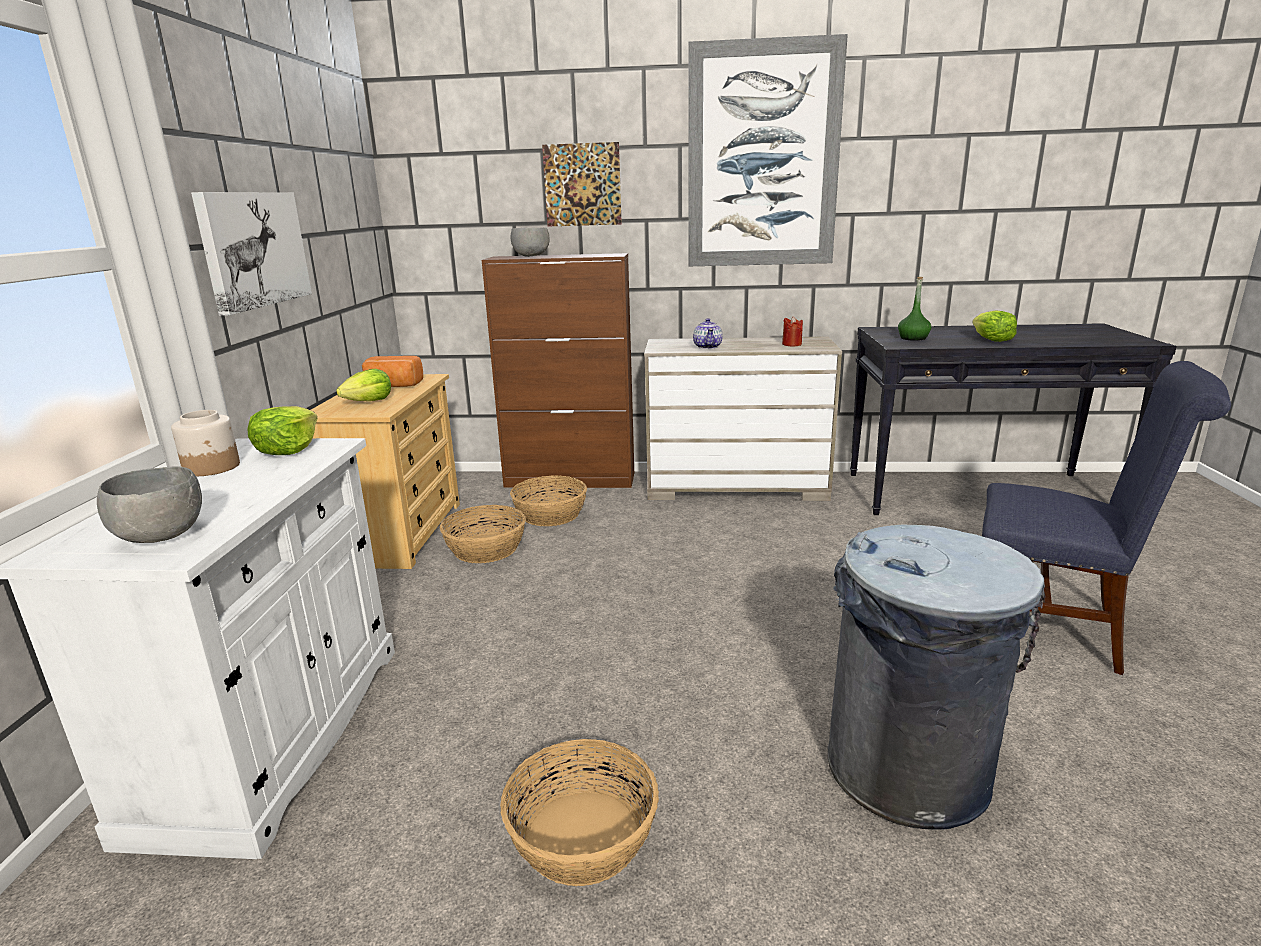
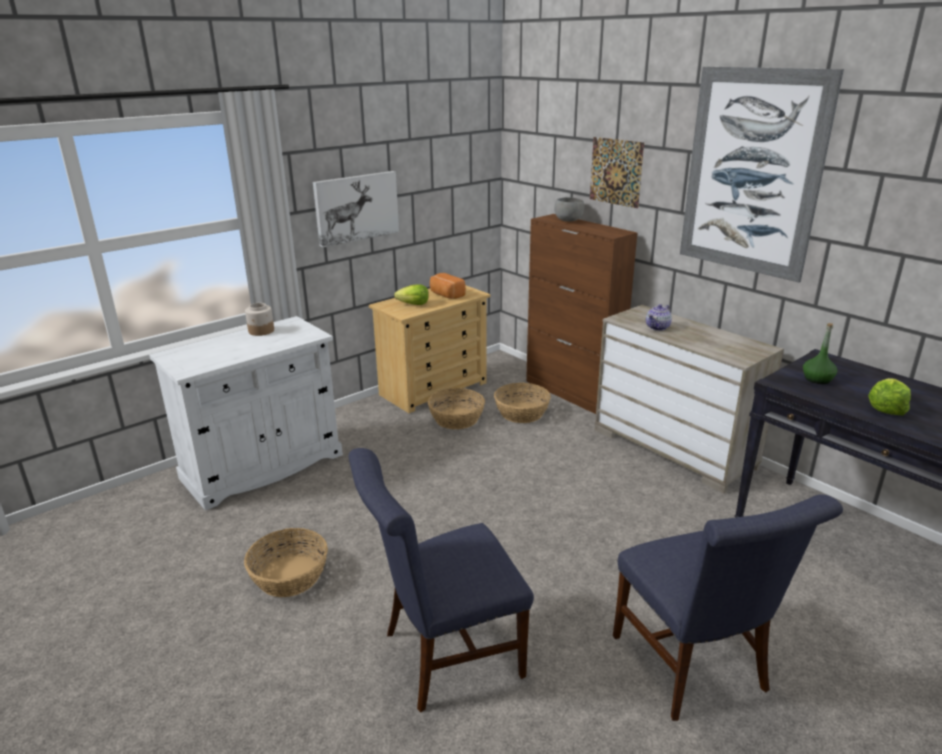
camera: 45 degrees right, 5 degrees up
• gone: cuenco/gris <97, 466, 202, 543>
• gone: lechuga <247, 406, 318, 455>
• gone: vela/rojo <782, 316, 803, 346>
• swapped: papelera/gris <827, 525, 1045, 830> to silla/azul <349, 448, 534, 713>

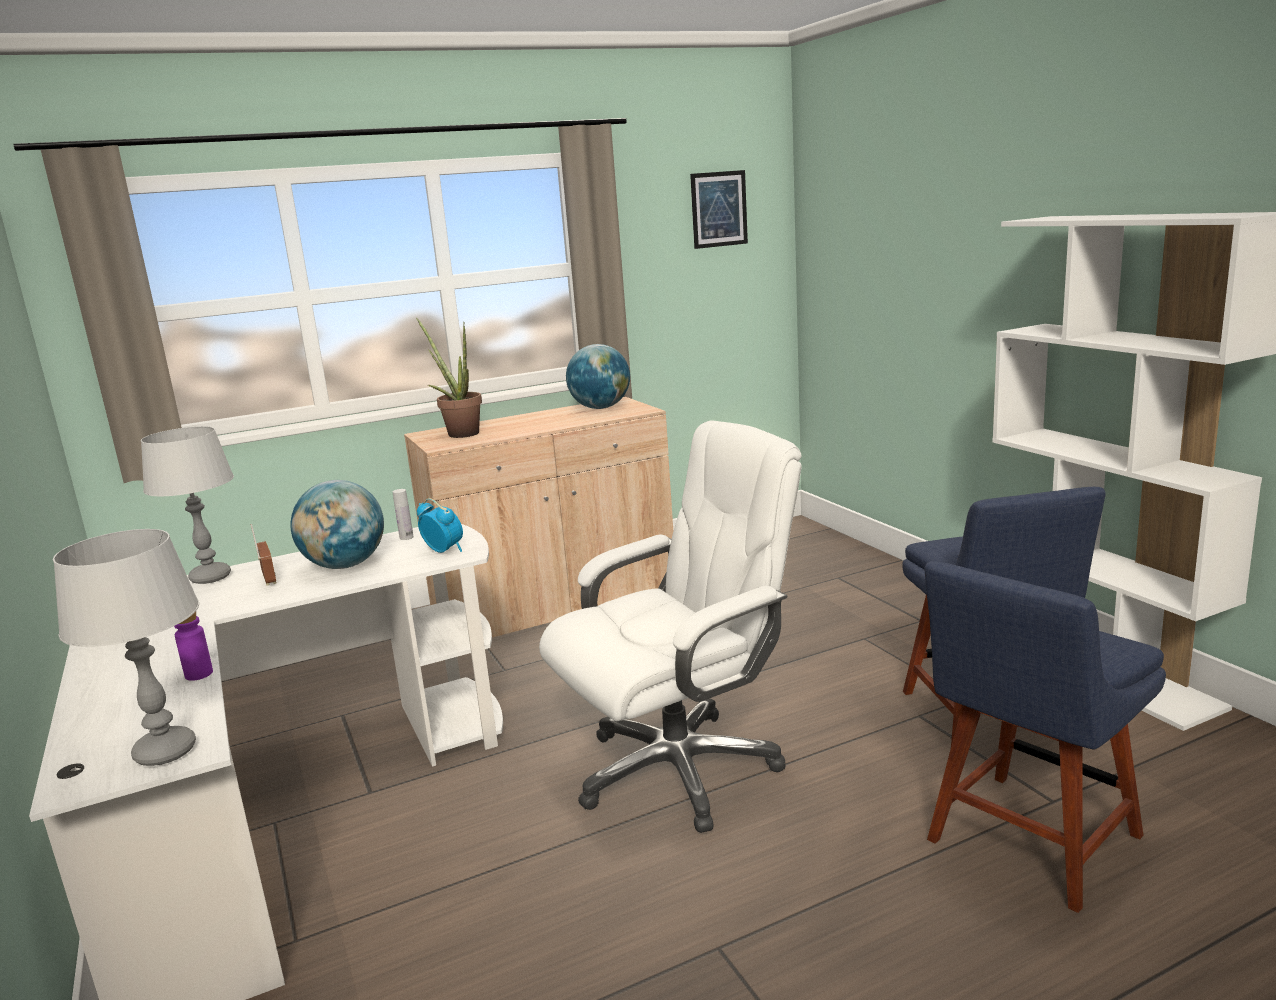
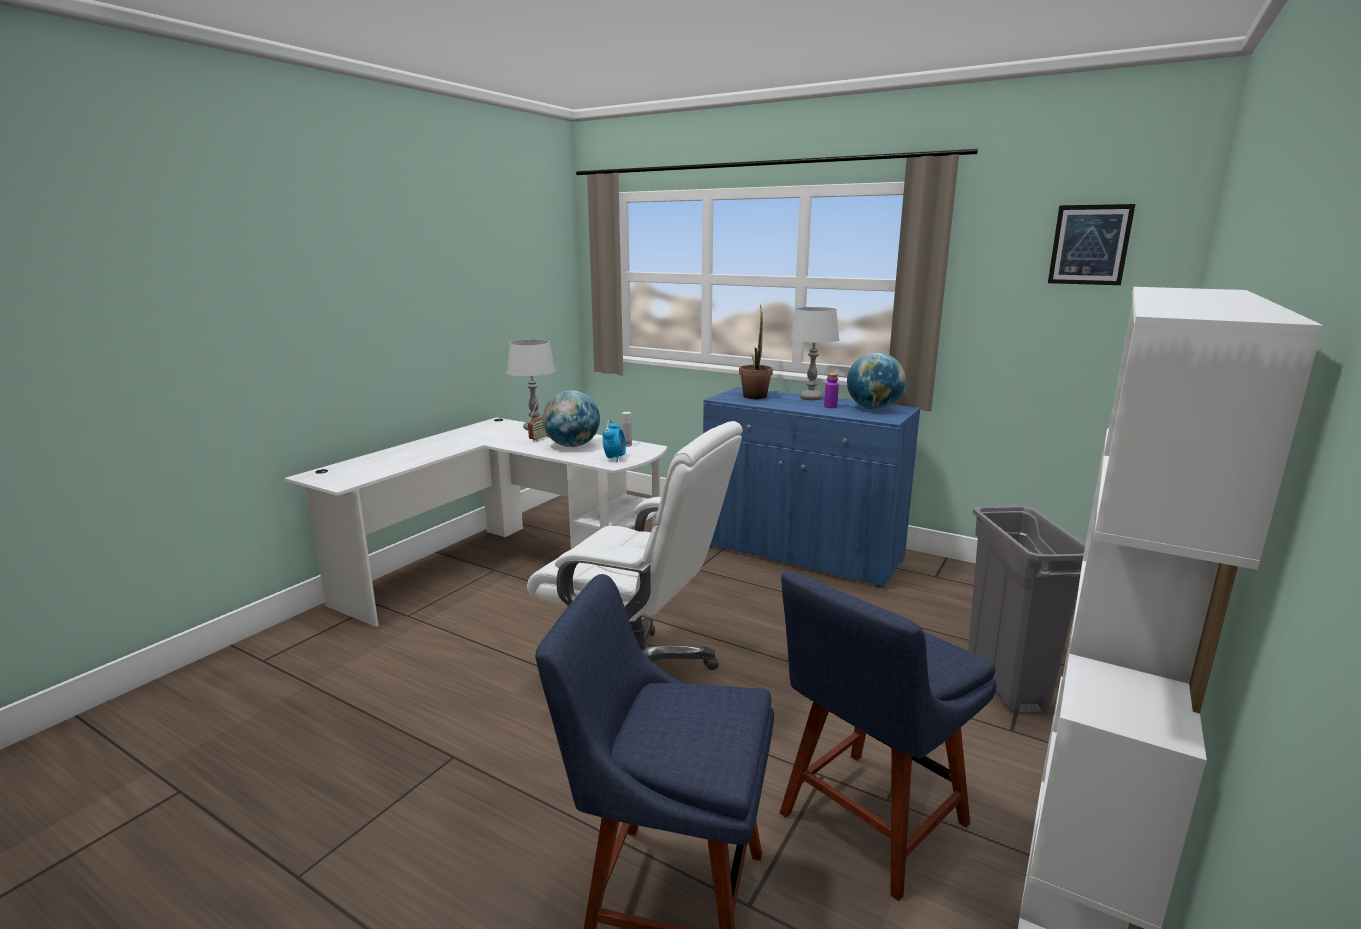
camera: 55 degrees right, 0 degrees up
• shifted: lámpara de mesa/gris <53, 529, 199, 766> to <790, 307, 840, 400>
• shifted: botella/morado <174, 612, 213, 681> to <824, 373, 839, 408>
• repainted: armario/beis <404, 397, 673, 637> to armario/azul <703, 387, 920, 588>
• new: papelera/gris <968, 506, 1086, 713>

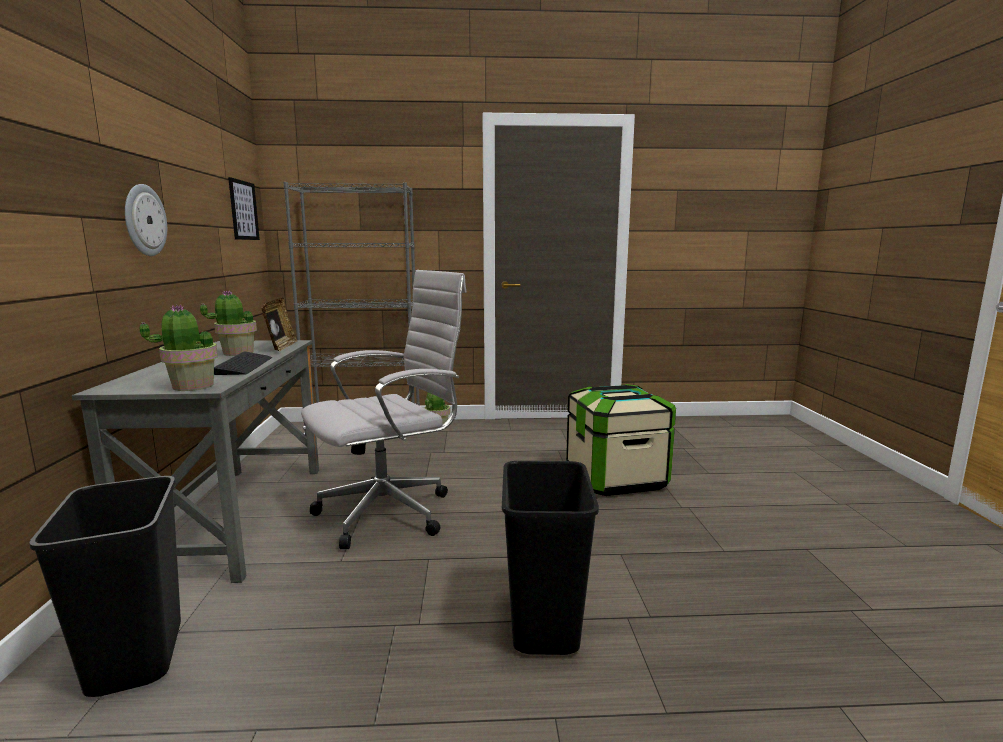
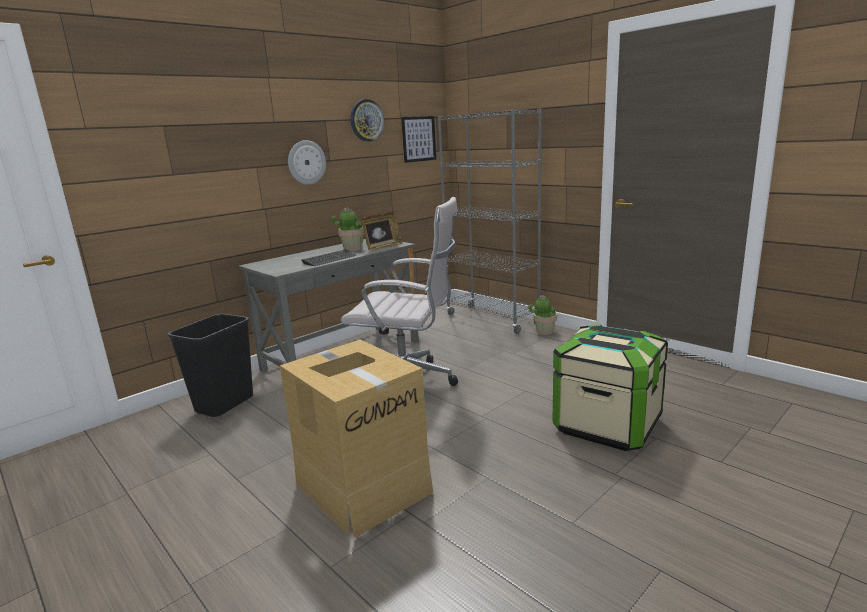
camera: 50 degrees right, 5 degrees up
• gone: planta en maceta <139, 305, 218, 391>
• swapped: papelera/negro <502, 461, 599, 655> to caja de cartón <280, 340, 433, 538>
• new: reloj de pared <350, 99, 384, 142>

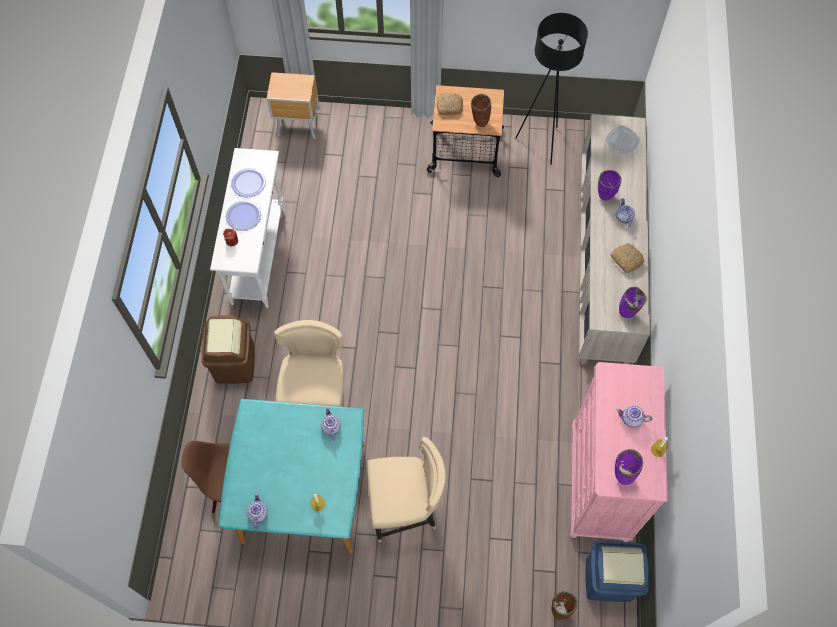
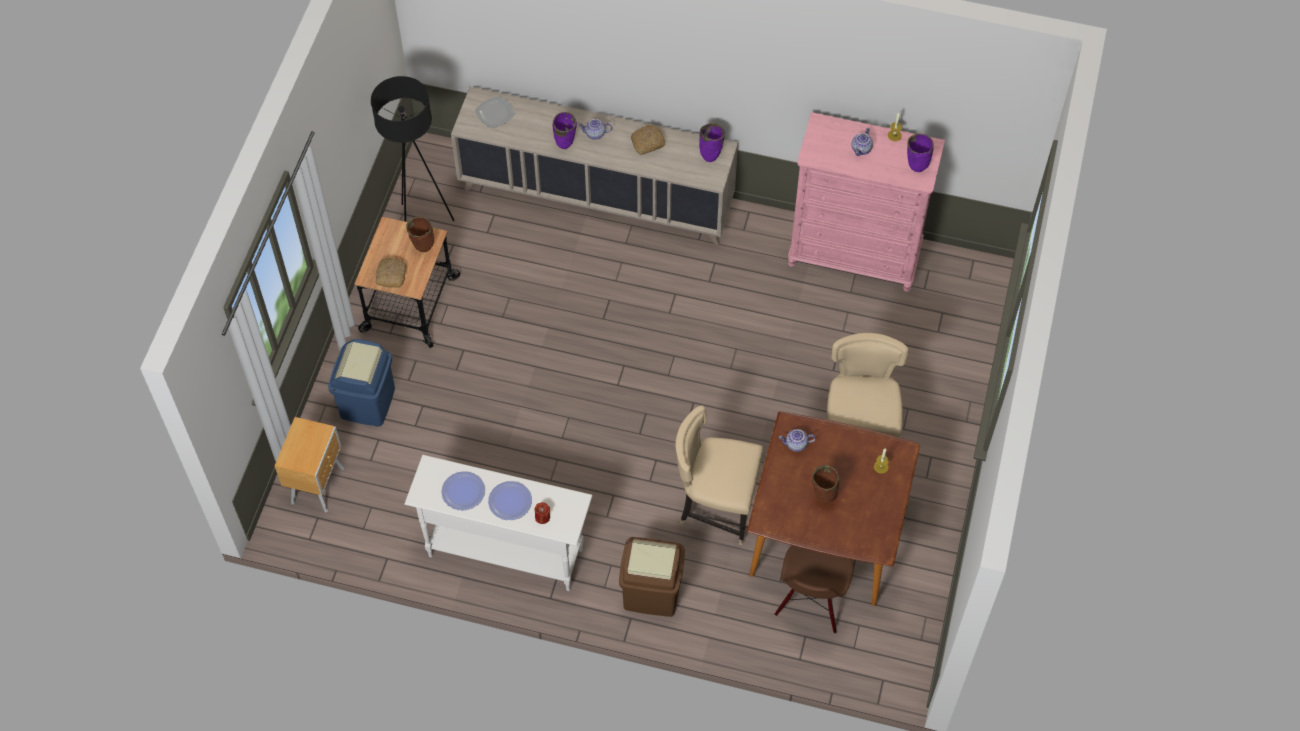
camera: 80 degrees left, 5 degrees down
• repainted: mesa de comedor/turquesa <218, 399, 365, 554> to mesa de comedor/marrón <747, 411, 920, 606>
• gone: tetera <246, 493, 268, 529>
• shifted: florero/marrón <551, 591, 578, 620> to <813, 465, 839, 503>
• shifted: papelera/azul <585, 541, 649, 602> to <328, 339, 395, 427>

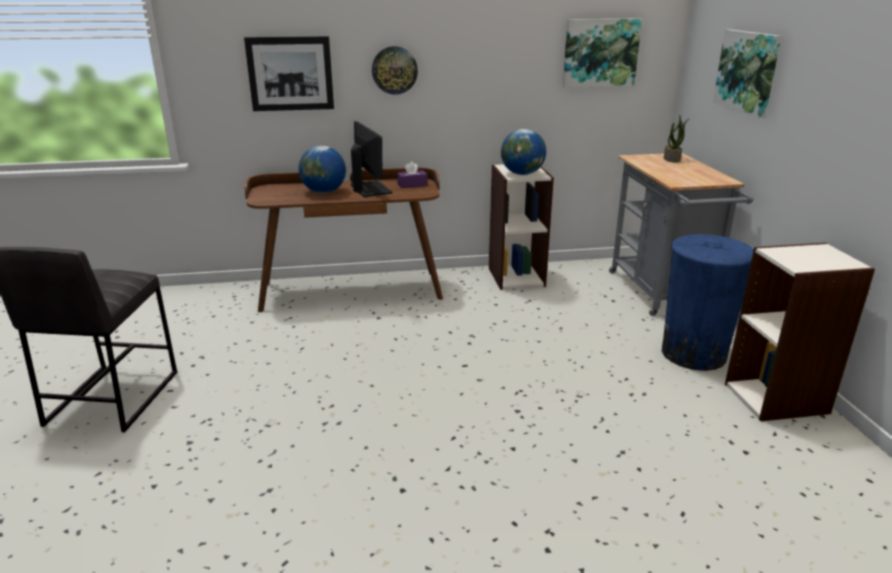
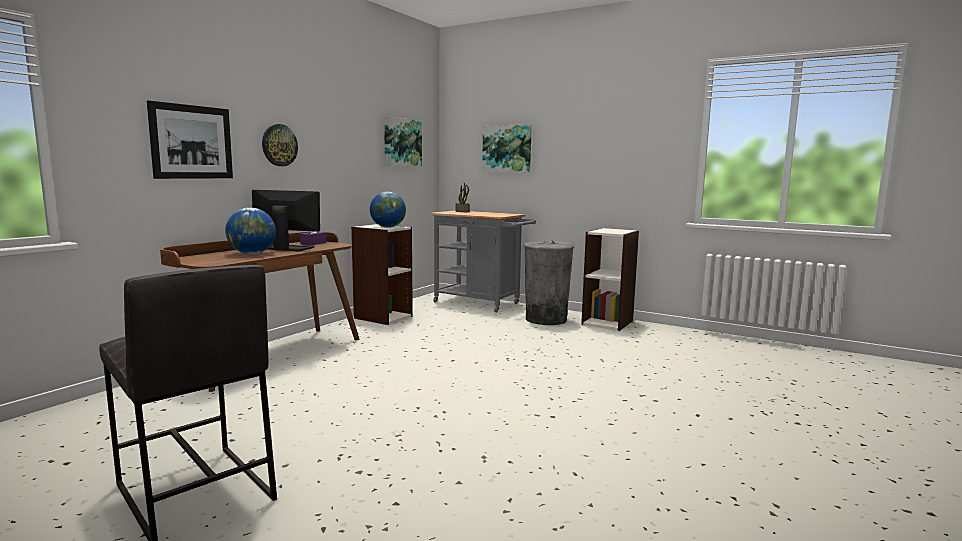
camera: 50 degrees left, 15 degrees down
• repainted: papelera/azul <662, 234, 754, 371> to papelera/gris <524, 241, 574, 325>

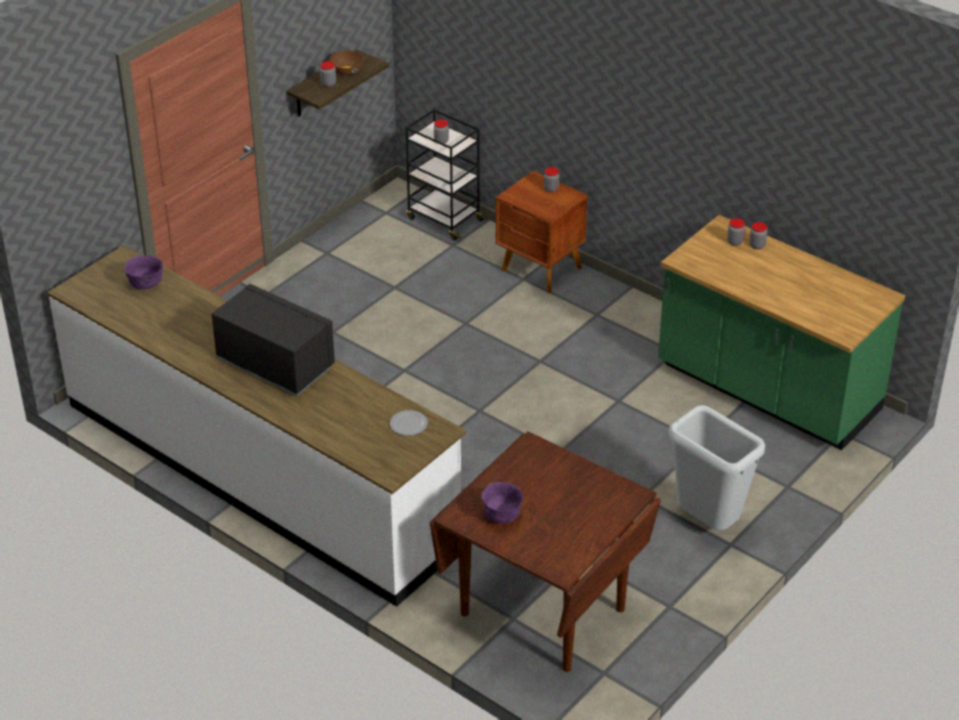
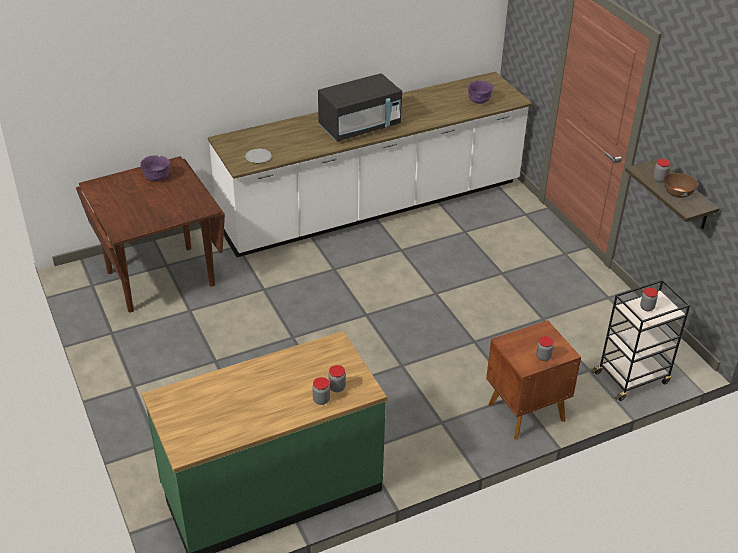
camera: 115 degrees right, 0 degrees up
• gone: papelera/gris <669, 405, 765, 530>

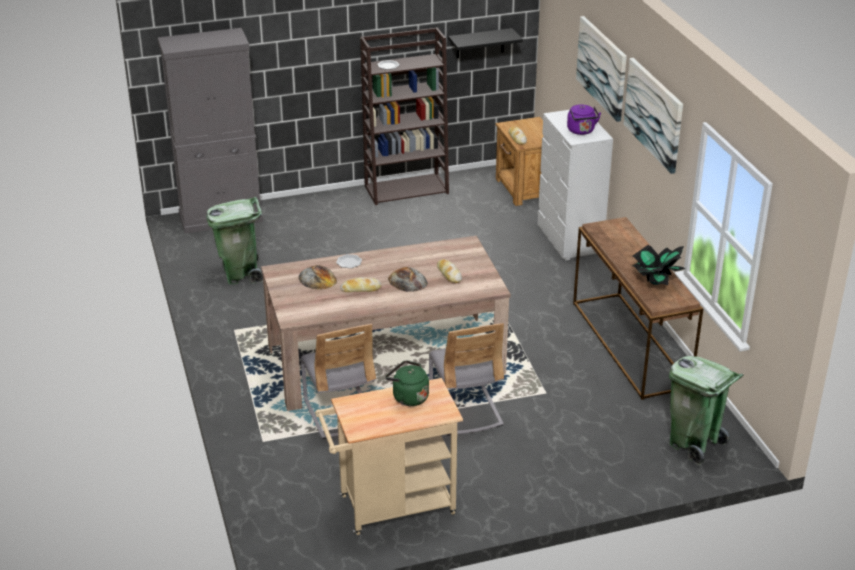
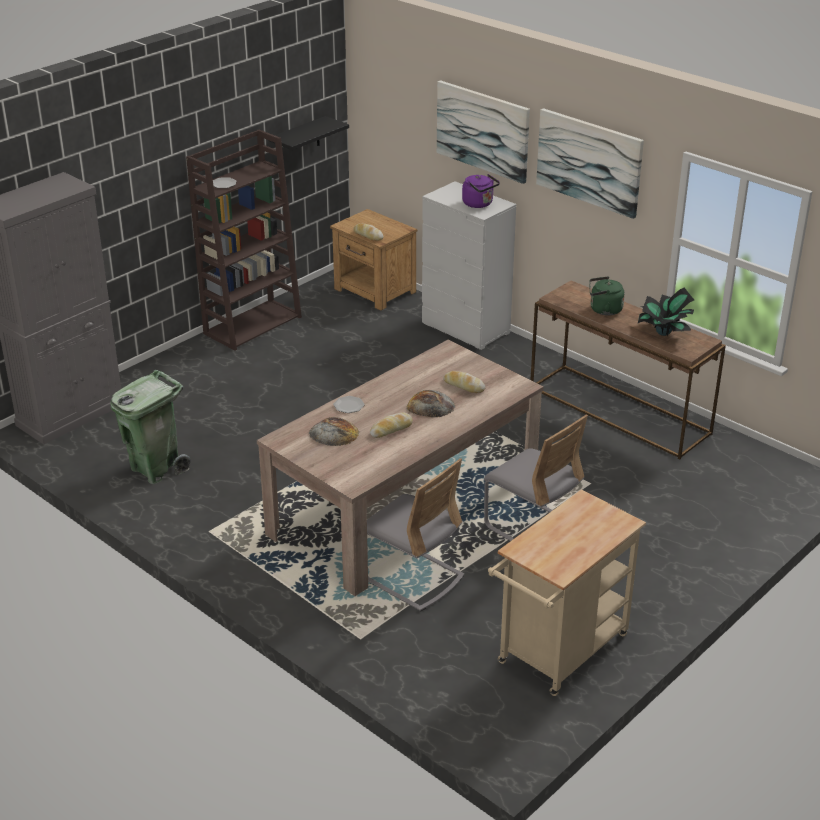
camera: 30 degrees left, 0 degrees up
• shifted: hervidor/verde <386, 360, 429, 406> to <589, 276, 625, 316>
• gone: papelera/verde <669, 356, 744, 465>

